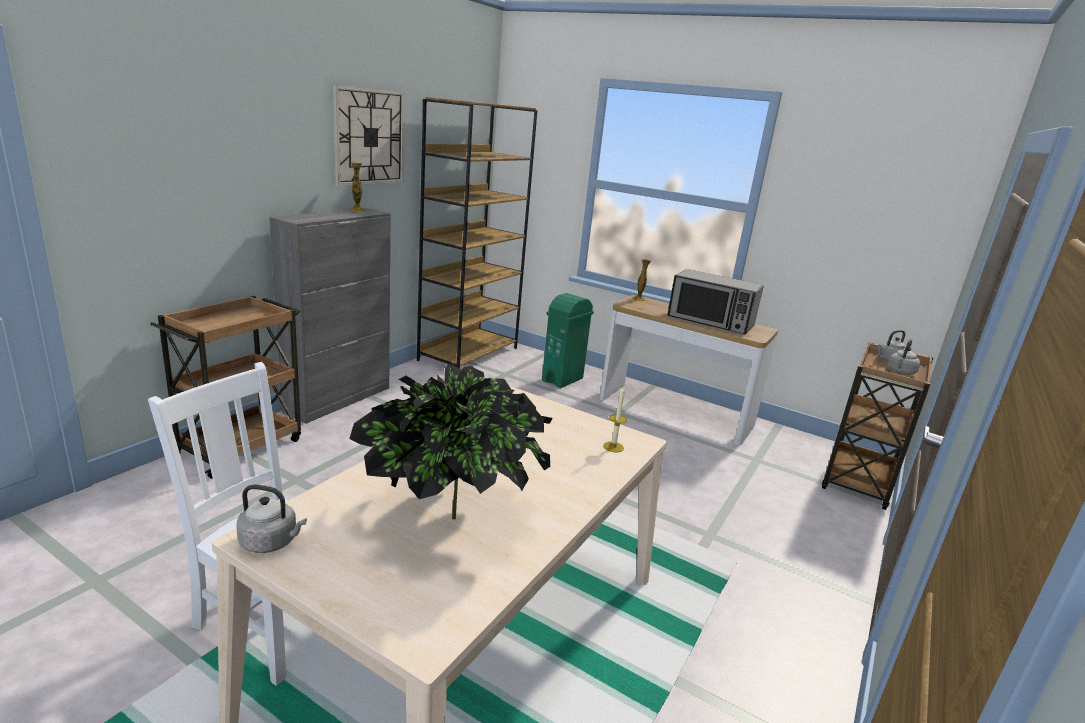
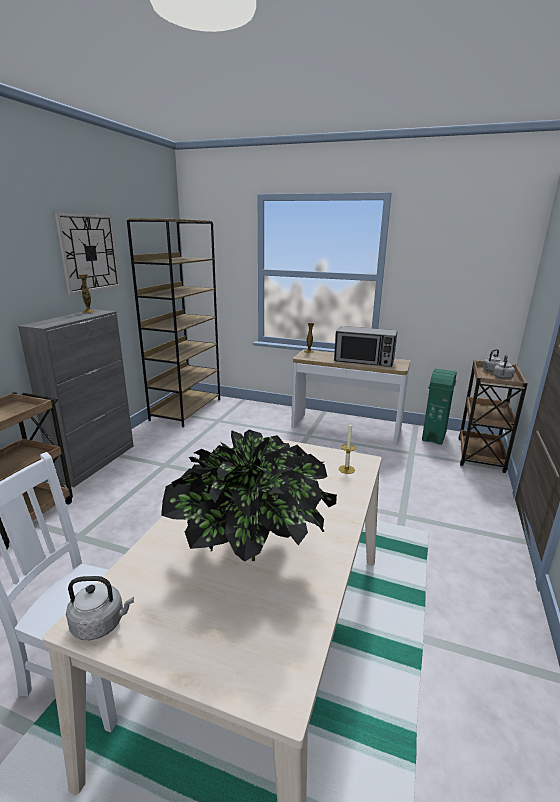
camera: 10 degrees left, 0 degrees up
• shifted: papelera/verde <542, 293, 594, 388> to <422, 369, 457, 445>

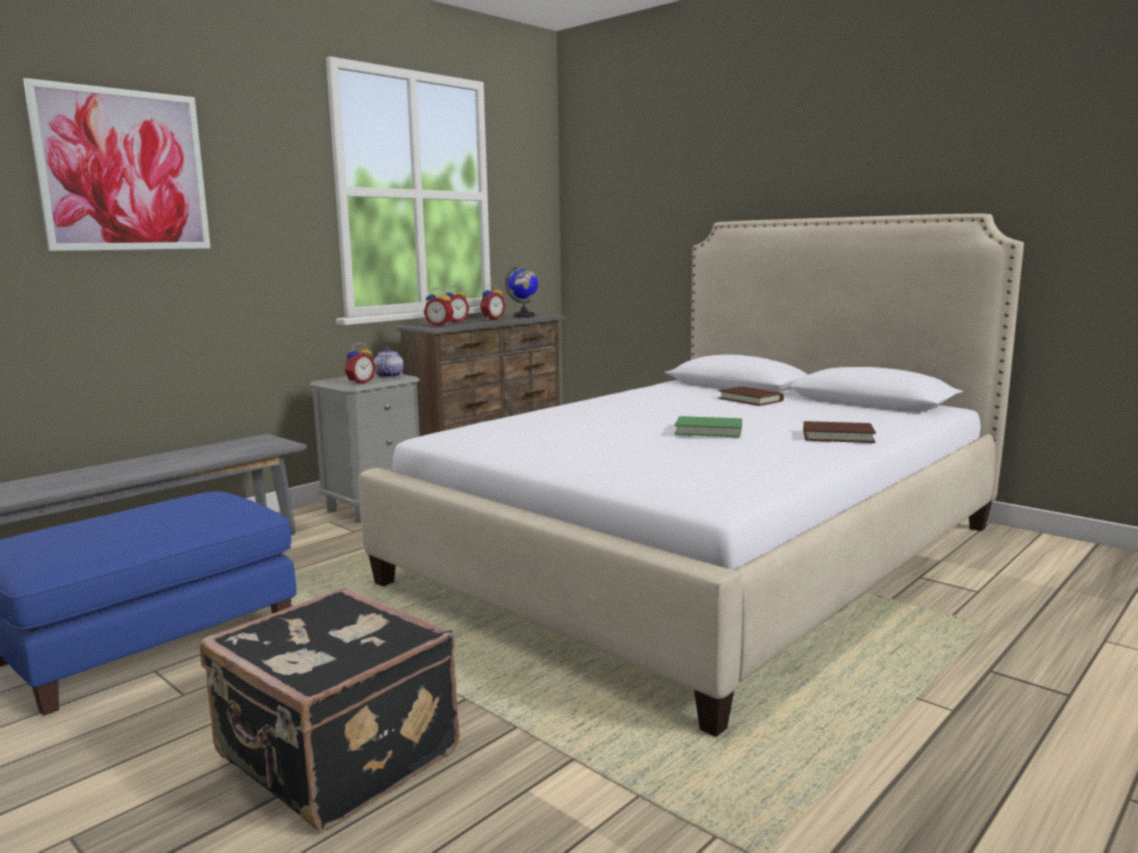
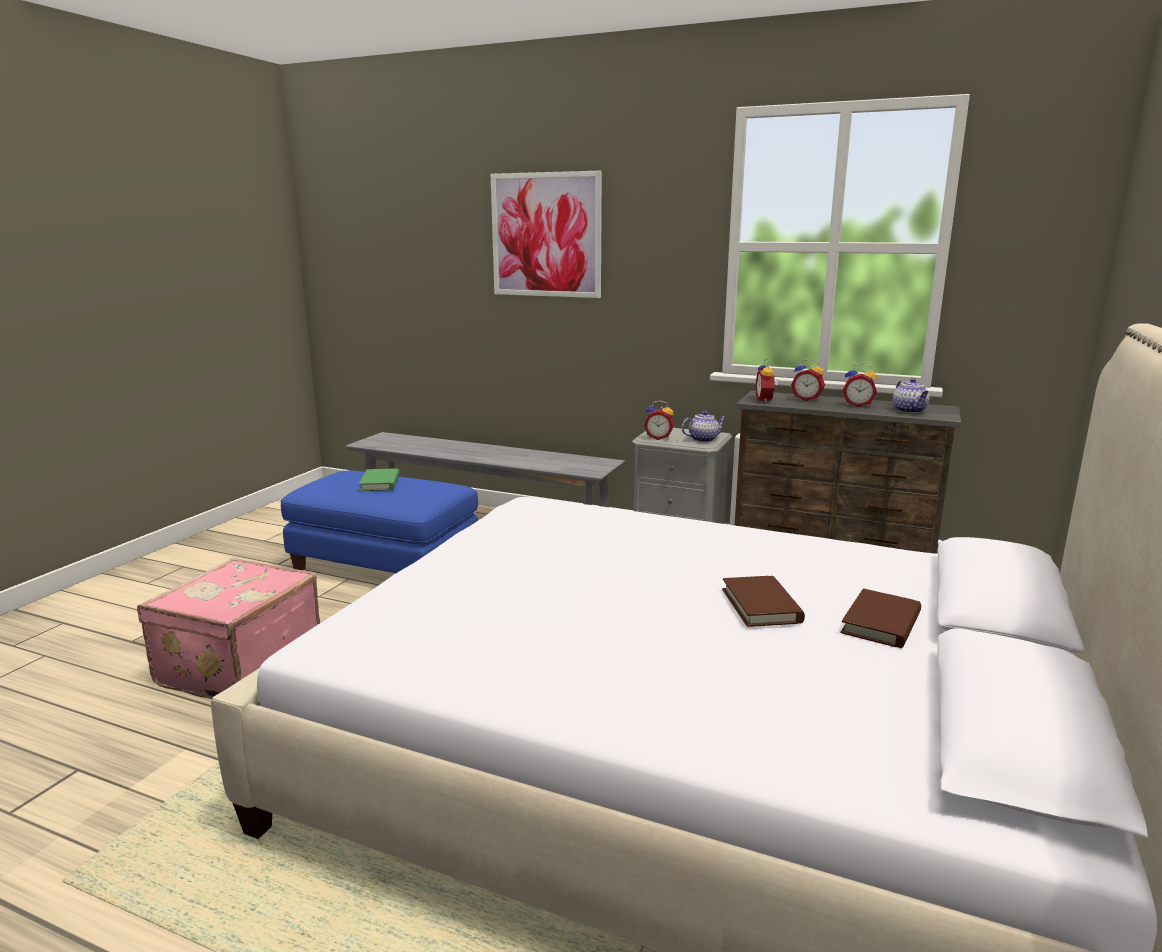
camera: 70 degrees right, 5 degrees up
• repainted: maleta/negro <200, 587, 459, 830> to maleta/rosa <137, 558, 320, 699>
• swapped: globo terráqueo <505, 265, 538, 317> to tetera <893, 378, 929, 413>
• shifted: libro/verde <674, 416, 742, 437> to <359, 469, 400, 491>
• shifted: libro/marrón <803, 421, 876, 443> to <722, 576, 805, 627>

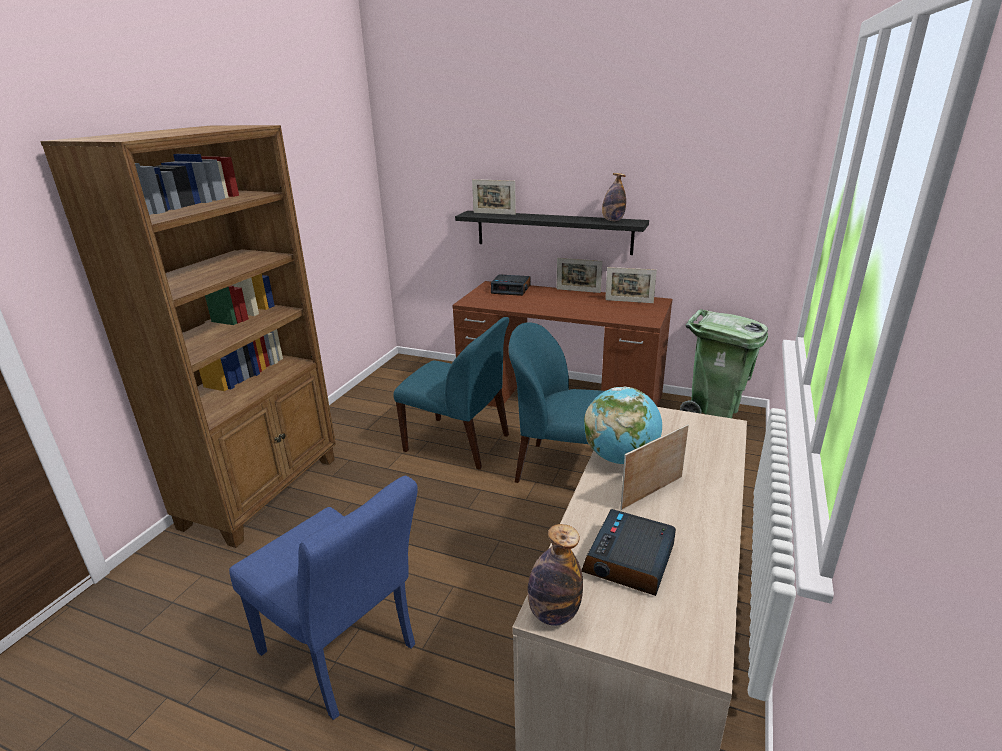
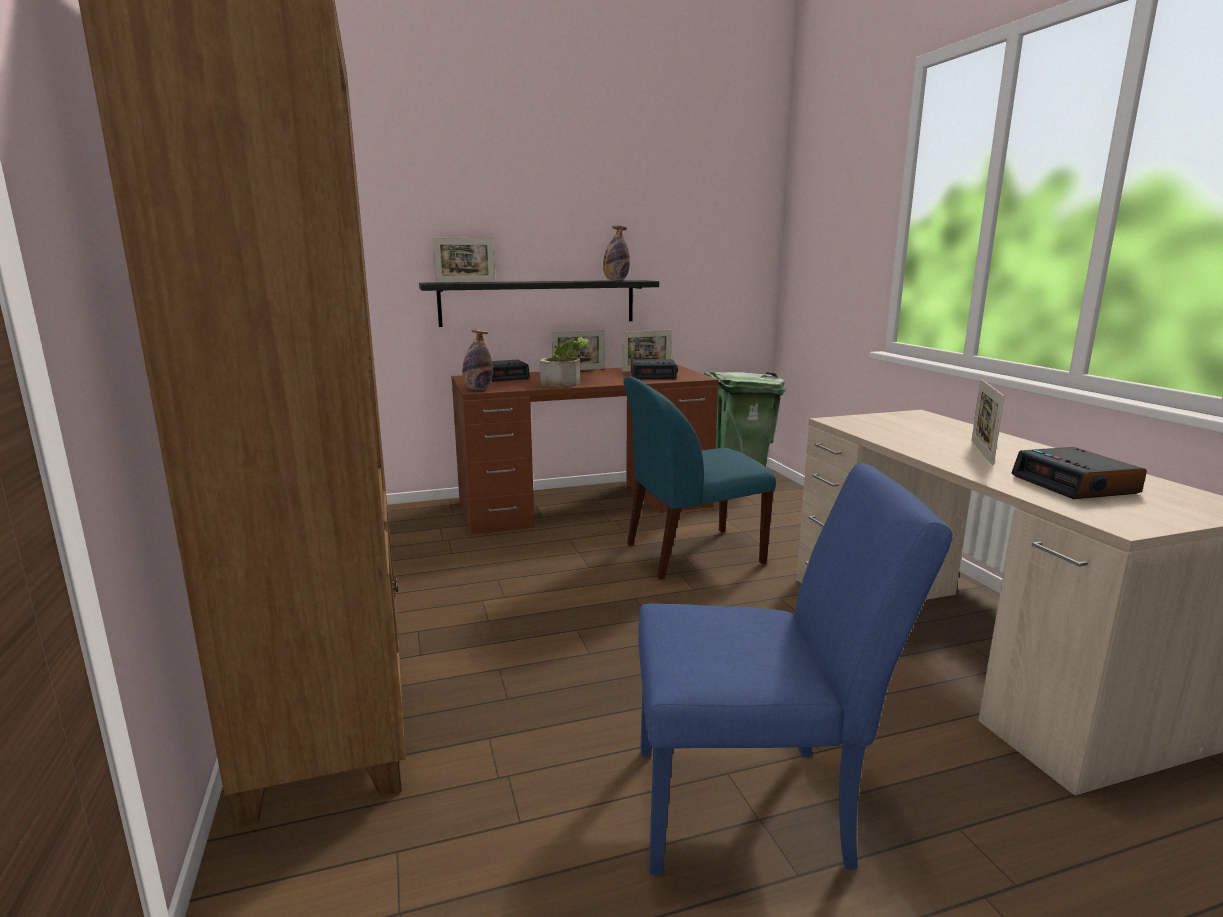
camera: 40 degrees left, 10 degrees down
• gone: silla/azul <393, 317, 509, 470>
• shifted: botella <527, 524, 583, 626> to <462, 330, 493, 390>
• gone: globo terráqueo <584, 387, 662, 464>
• new: planta en maceta <539, 337, 588, 388>
• new: despertador <631, 359, 678, 379>

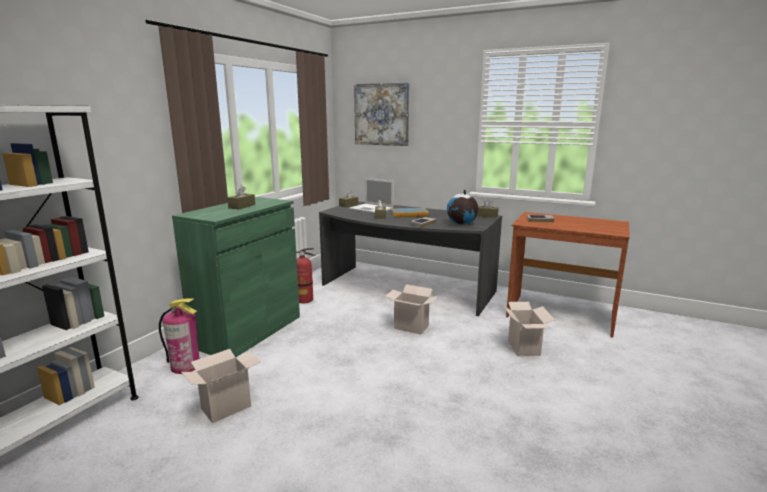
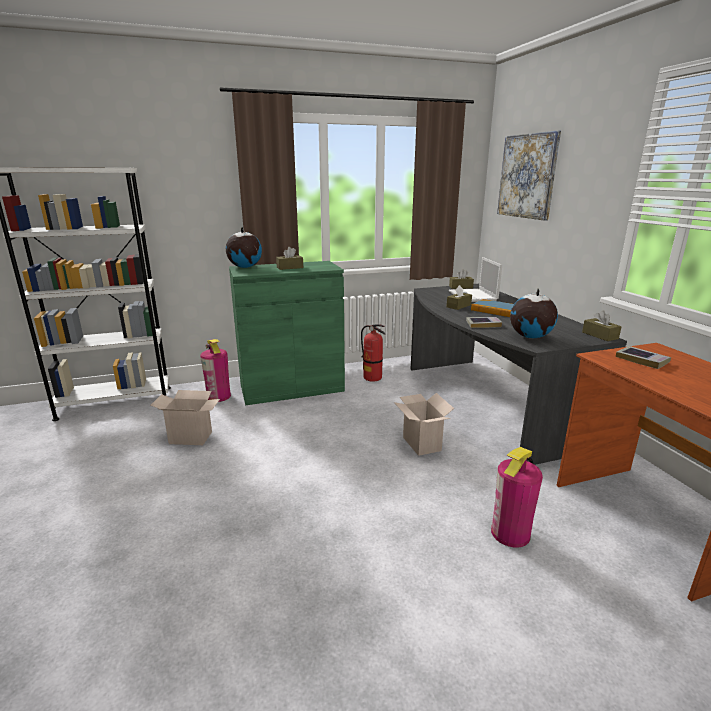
camera: 45 degrees right, 5 degrees up
• swapped: caja de cartón <502, 302, 555, 356> to extintor <491, 447, 543, 548>
• new: globo terráqueo <226, 227, 262, 268>

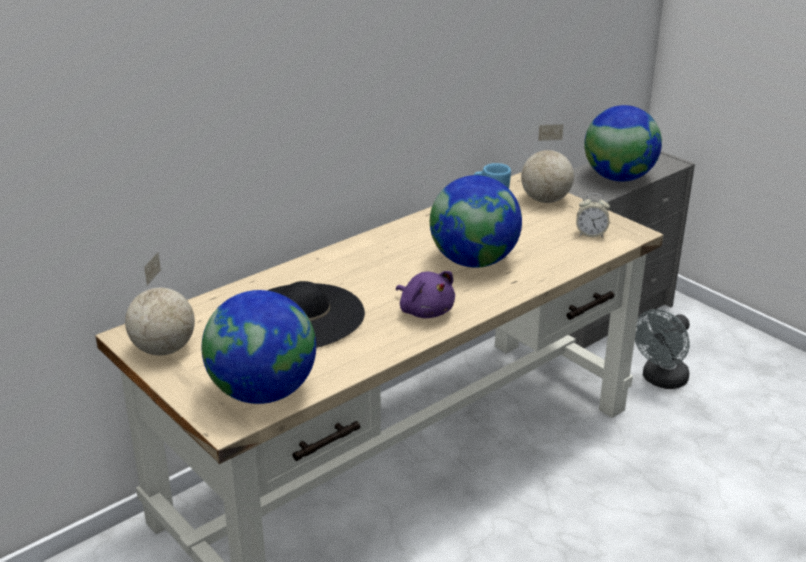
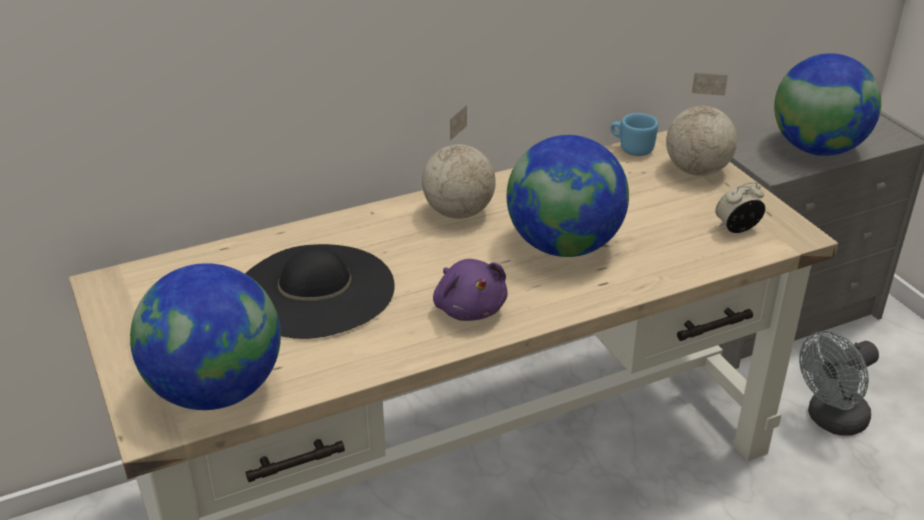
camera: 15 degrees right, 5 degrees up
• shifted: globo terráqueo <125, 252, 195, 356> to <422, 105, 496, 219>
• rotated: despertador <576, 193, 610, 238> = <715, 182, 765, 233> 135 degrees clockwise

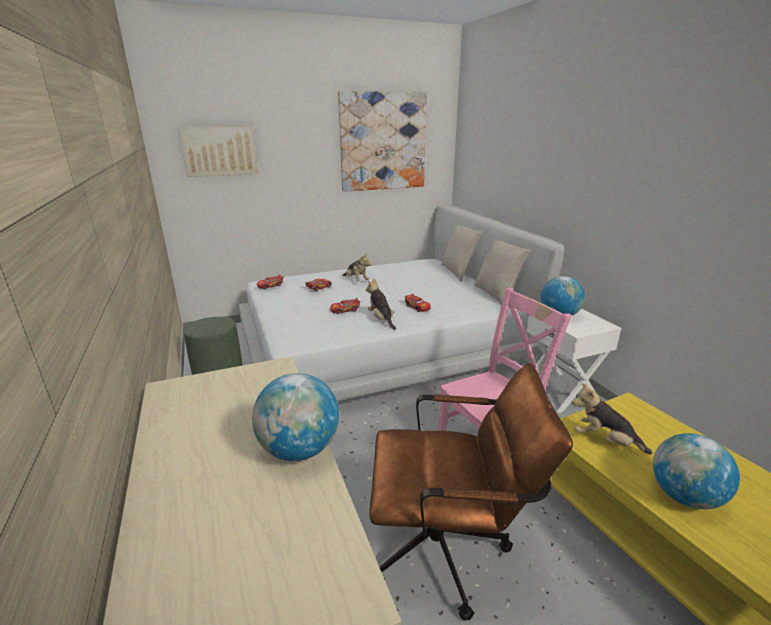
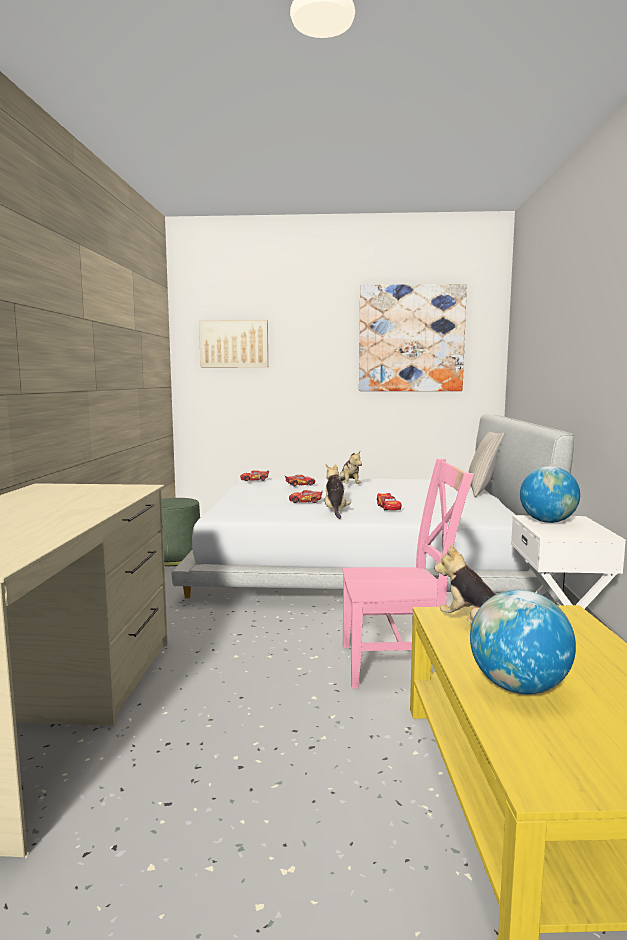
camera: 25 degrees right, 15 degrees down
• gone: globo terráqueo <252, 373, 339, 461>
• gone: silla de oficina/marrón <369, 363, 573, 620>
• gone: cojín/beis <474, 240, 531, 305>

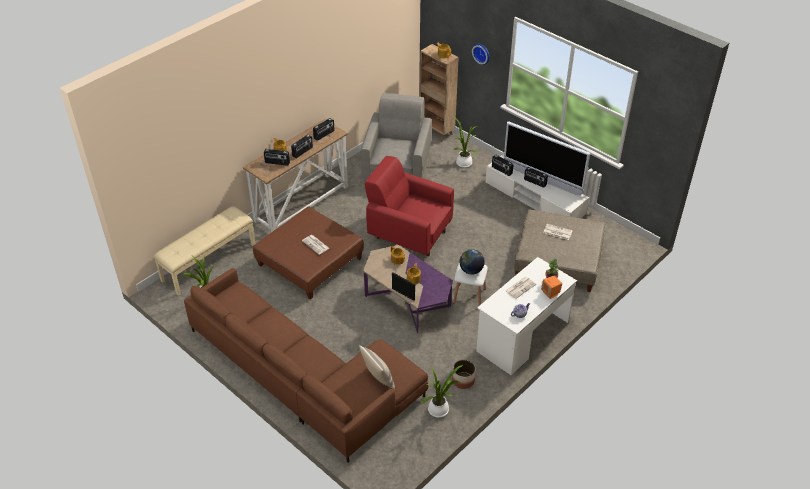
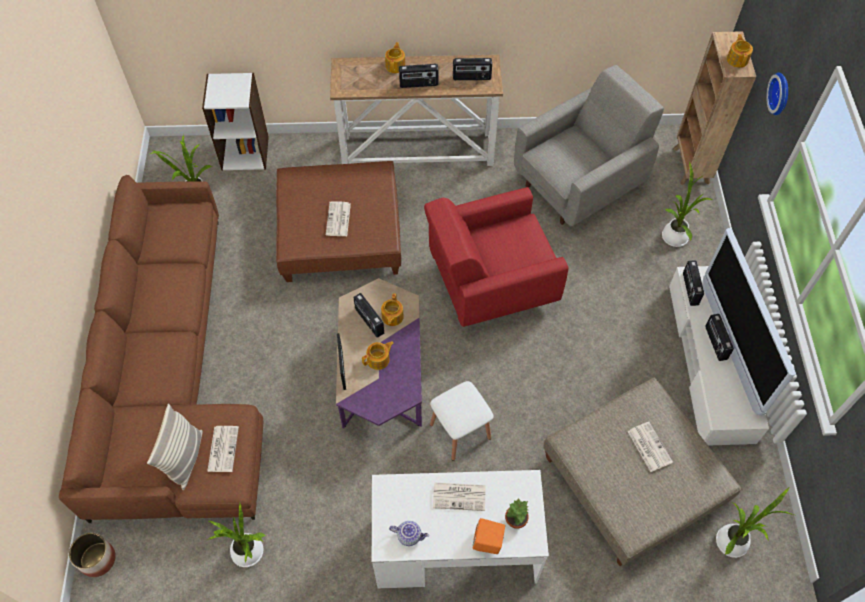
camera: 45 degrees right, 15 degrees up
• swapped: banco/beis <153, 206, 256, 296> to estantería/blanco <202, 73, 269, 170>
• shifted: radio <264, 149, 290, 166> to <353, 293, 384, 338>
• rotated: sillón/rojo <365, 156, 454, 256> = <424, 187, 568, 327> 90 degrees counterclockwise
• shifted: maceta <452, 360, 476, 389> to <69, 533, 116, 577>
• gone: globo terráqueo <459, 249, 485, 274>
• new: periódico <207, 426, 239, 472>
• new: planta en maceta <716, 488, 794, 558>

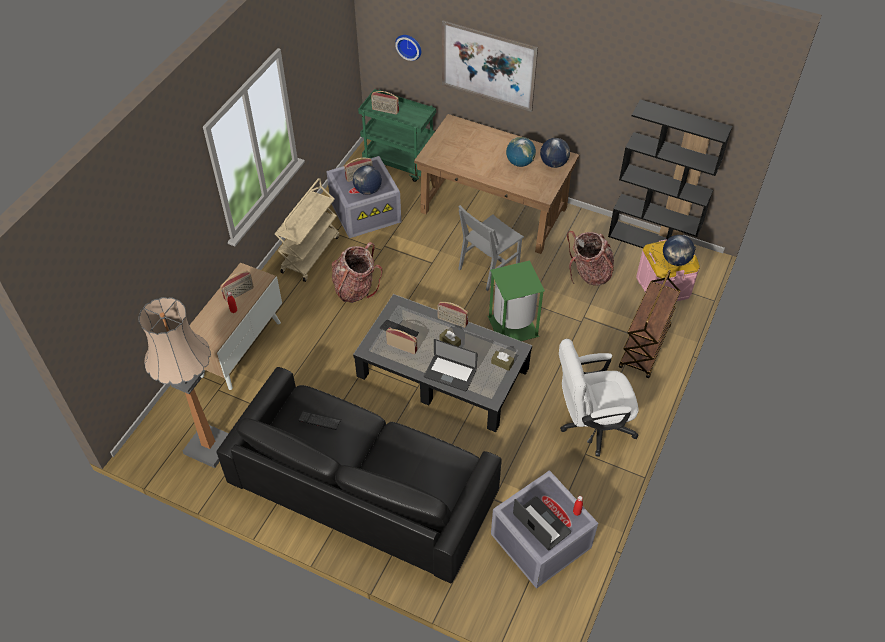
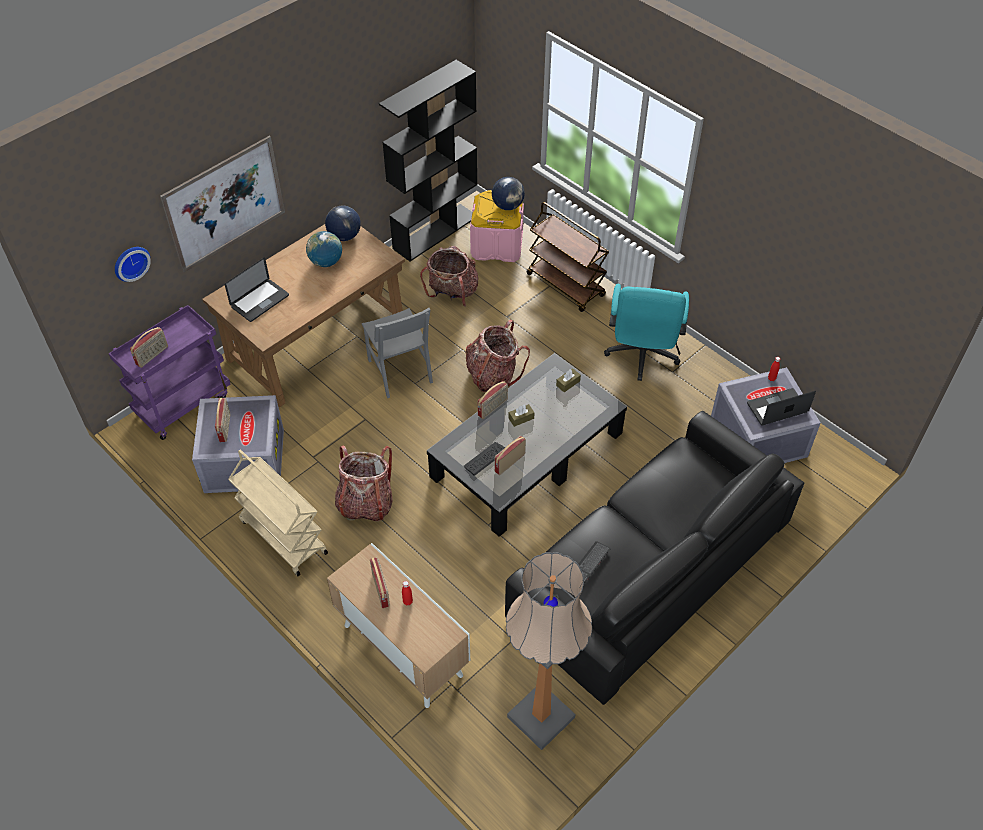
camera: 70 degrees left, 0 degrees up
• gone: globo terráqueo <353, 165, 382, 195>
• repainted: carrito/verde <358, 89, 436, 182> to carrito/morado <108, 305, 230, 440>
• shifted: portátil <424, 339, 477, 391> to <225, 257, 289, 322>
• swapped: papelera/verde <488, 260, 545, 341> to mochila <465, 320, 530, 392>
• repainted: silla de oficina/blanco <559, 339, 639, 457> to silla de oficina/turquesa <604, 284, 689, 381>

